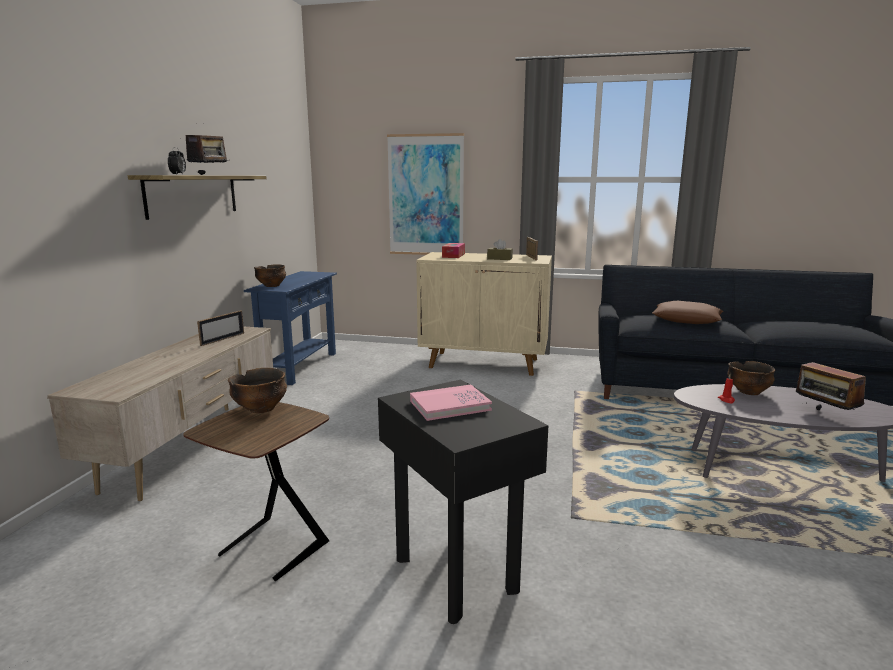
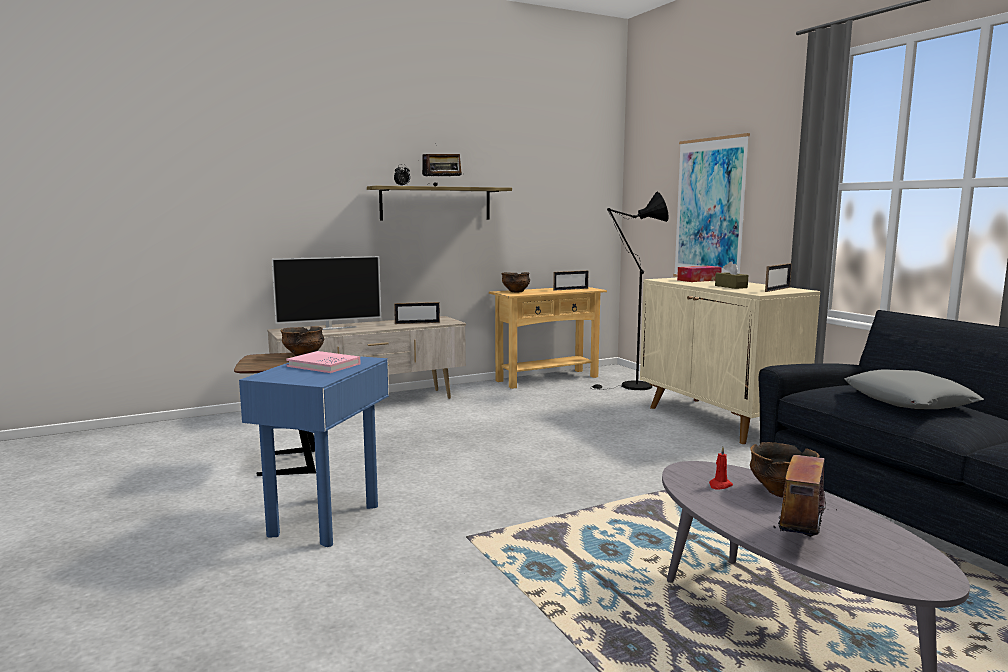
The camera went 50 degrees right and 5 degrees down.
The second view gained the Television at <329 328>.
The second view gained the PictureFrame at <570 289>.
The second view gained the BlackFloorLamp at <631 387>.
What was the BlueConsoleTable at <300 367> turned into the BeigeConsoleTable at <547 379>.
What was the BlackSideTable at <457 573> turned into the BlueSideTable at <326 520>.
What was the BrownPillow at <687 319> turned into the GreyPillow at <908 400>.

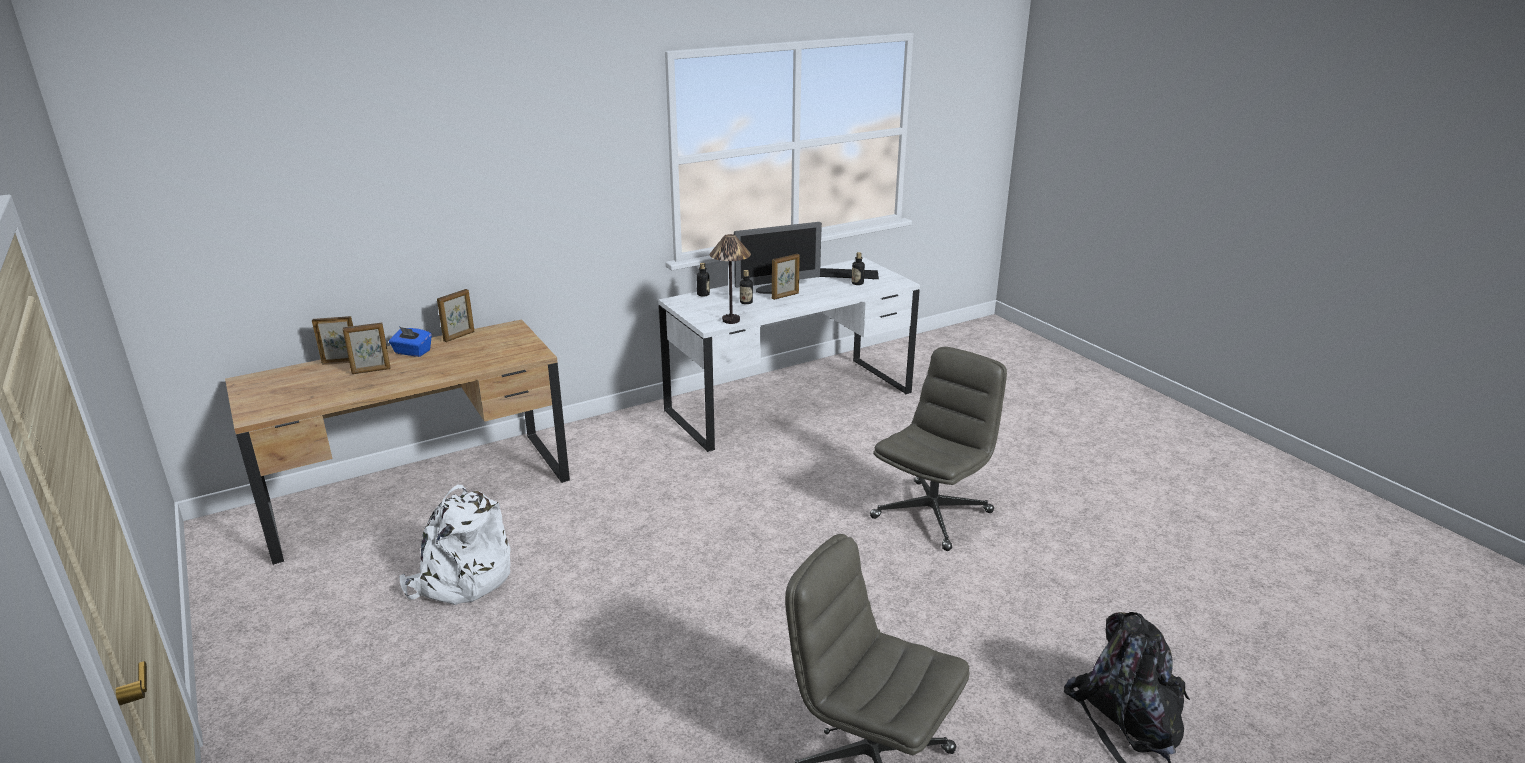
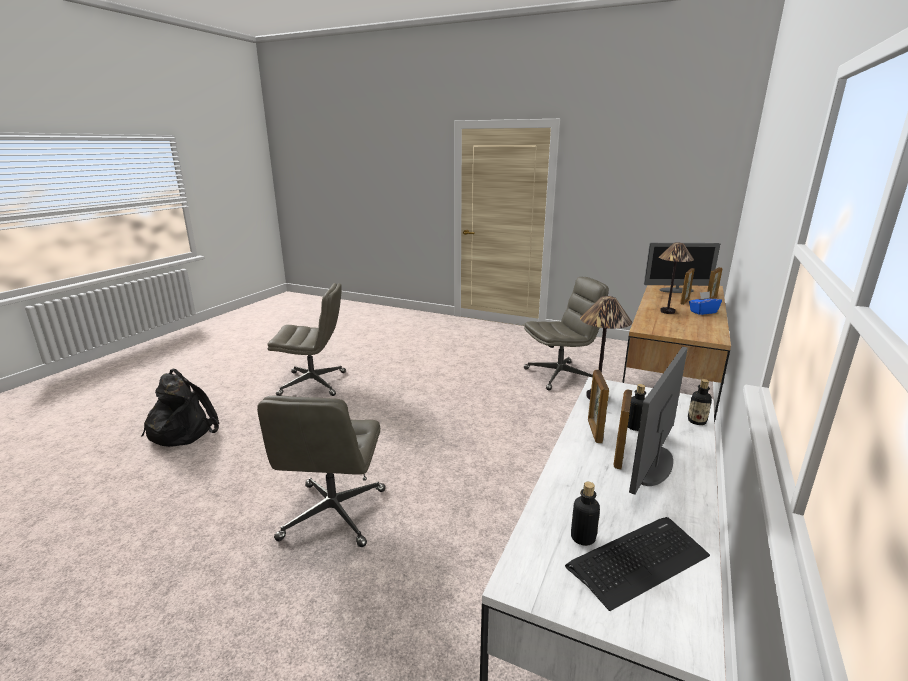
The camera went 145 degrees right and 5 degrees down.
The second view gained the Monitor at <676 290>.
The second view gained the TableLamp at <667 311>.
The PictureFrame ended up elsewhere, having gone from <459 336> to <594 431>.
Where the WhiteBackpack stood at <461 579>, the GreyOfficeChair came to stand at <560 375>.

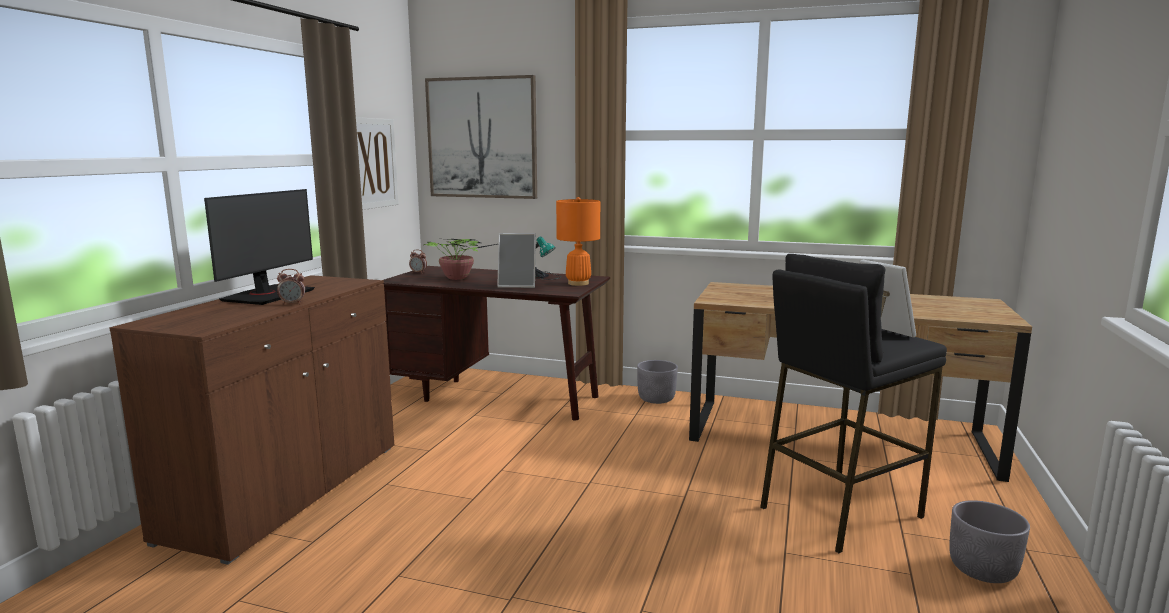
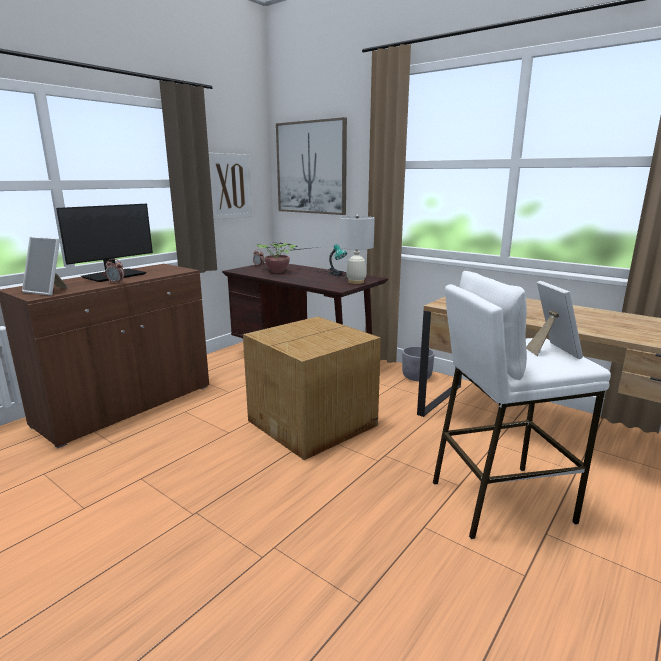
The camera went 20 degrees right and 5 degrees up.
The second view lost the GreyPlanter at <983 570>.
The second view gained the CardboardBox at <314 423>.
The PictureFrame ended up elsewhere, having gone from <518 285> to <48 291>.
What was the OrangeTableLamp at <578 283> turned into the WhiteTableLamp at <356 282>.
What was the BlackStool at <838 511> turned into the WhiteStool at <499 500>.

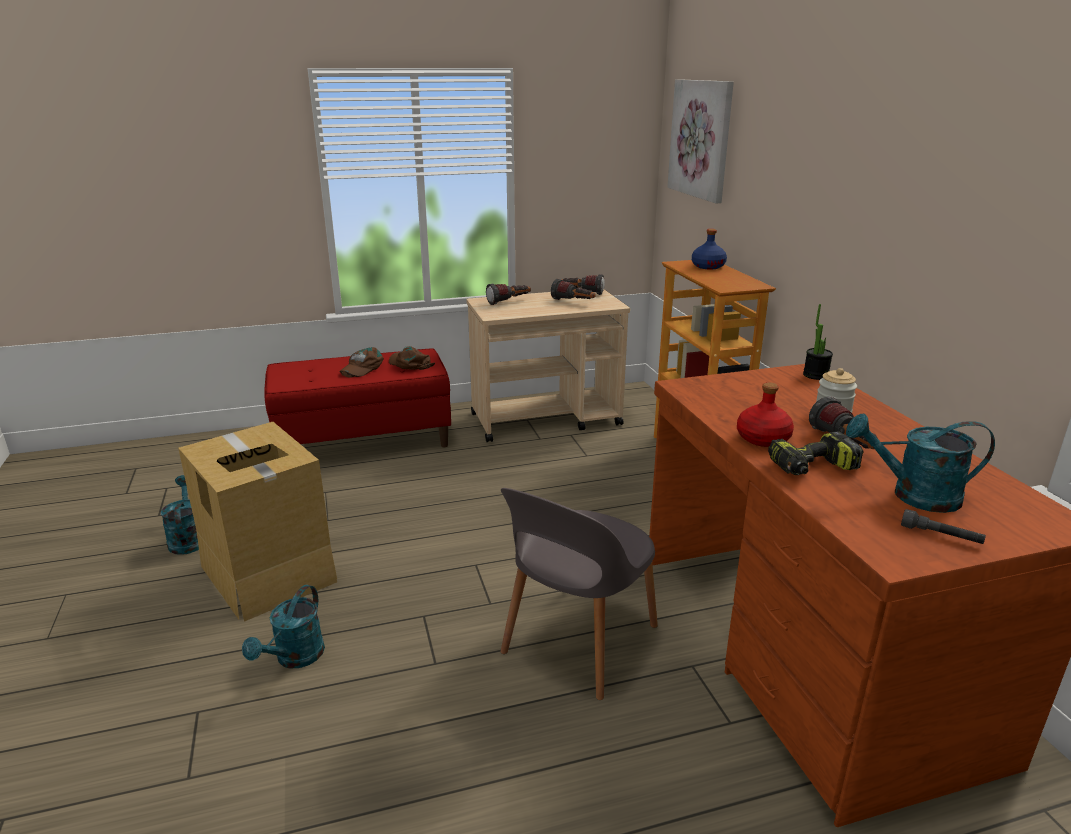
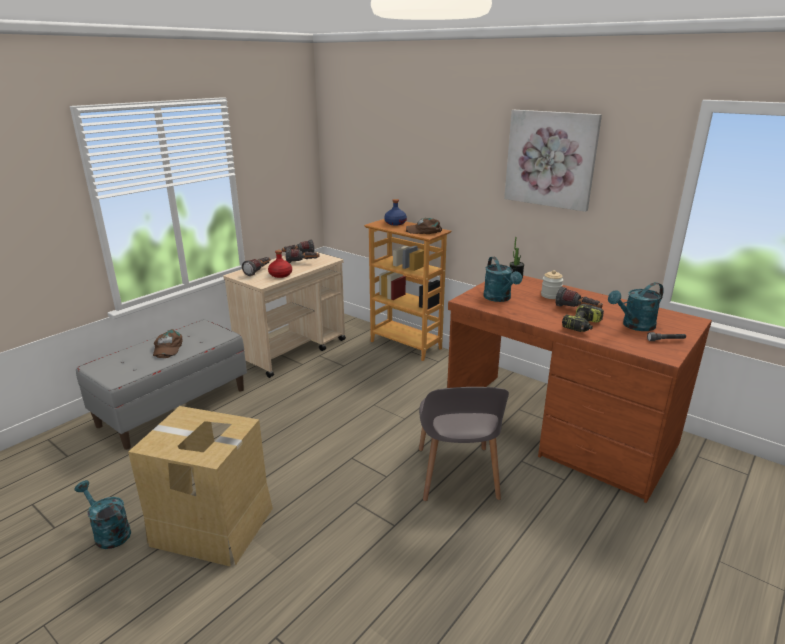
The camera went 35 degrees left and 0 degrees up.
The TurquoiseWateringCan ended up elsewhere, having gone from <295 658> to <499 298>.
The BrownCap ended up elsewhere, having gone from <410 363> to <424 231>.
The Picture ended up elsewhere, having gone from <701 139> to <551 159>.
The RedBottle ended up elsewhere, having gone from <763 438> to <280 275>.
What was the RedBench at <364 441> turned into the GreyBench at <173 407>.

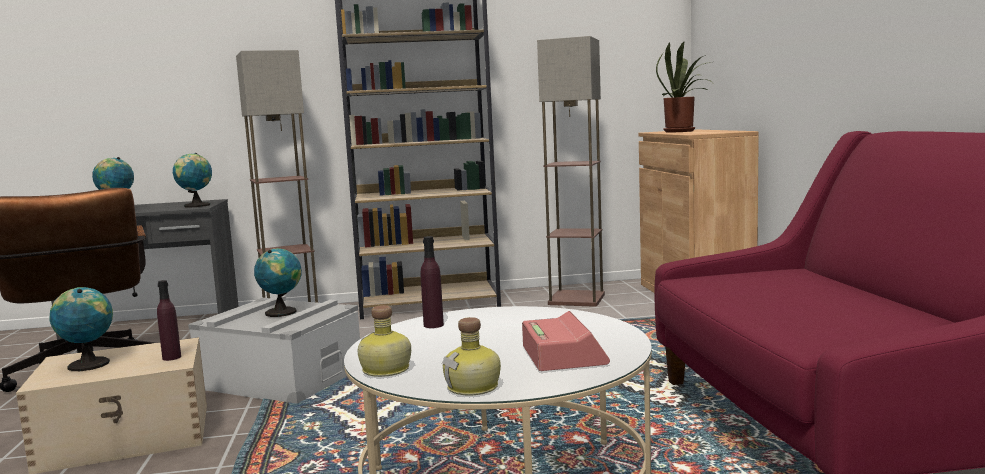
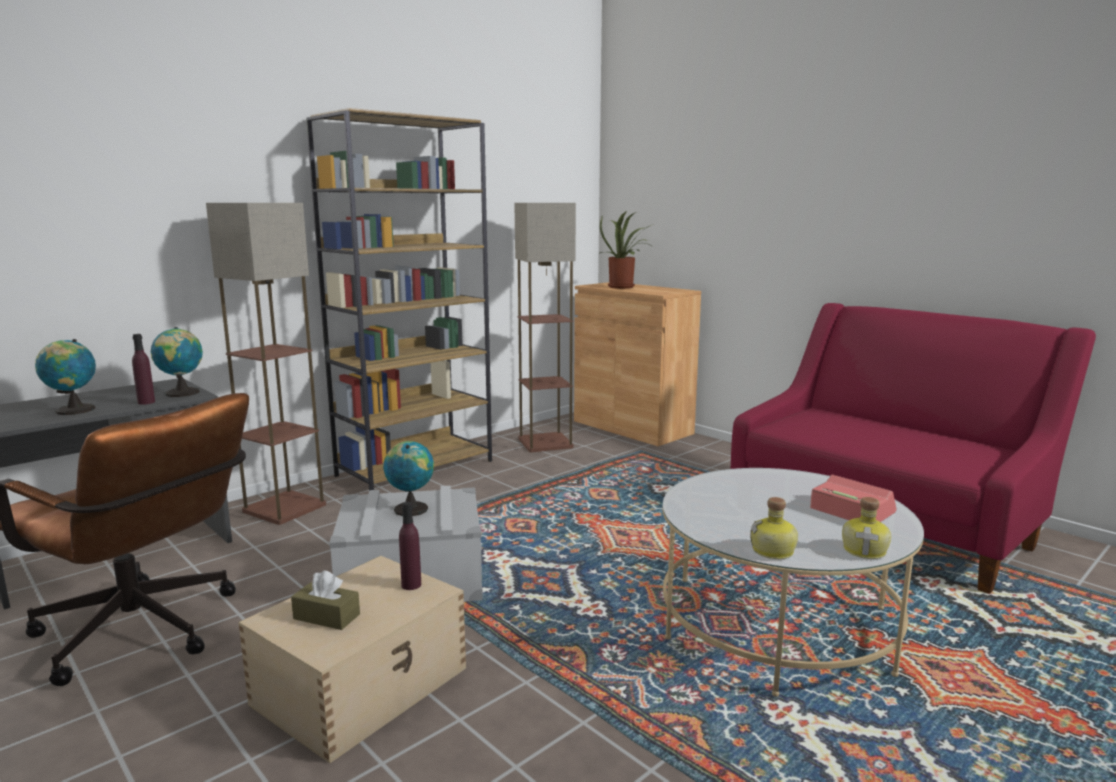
The camera went 35 degrees left and 5 degrees up.
The PurpleBottle ended up elsewhere, having gone from <433 325> to <146 402>.
Where the Globe stood at <88 364>, the BrownTissueBox came to stand at <326 616>.

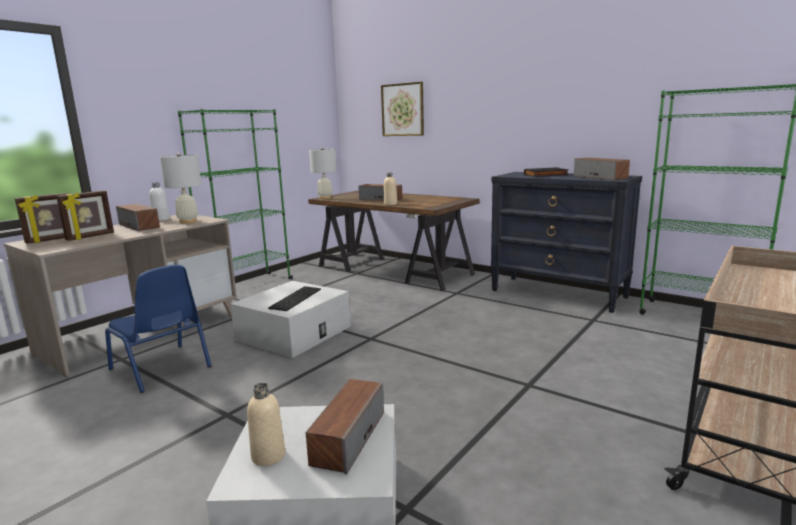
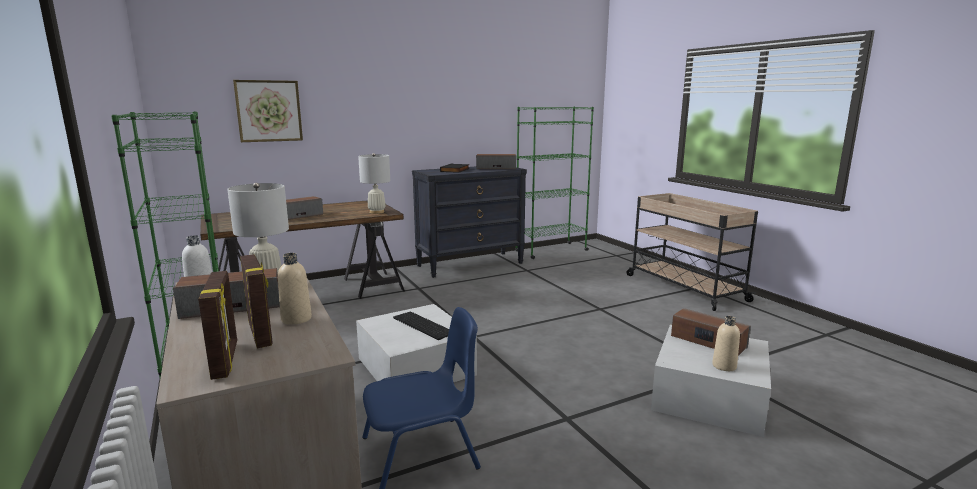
The camera went 65 degrees left and 0 degrees up.
The WhiteTableLamp ended up elsewhere, having gone from <325 198> to <376 212>.
The BeigeBottle ended up elsewhere, having gone from <390 204> to <296 319>.

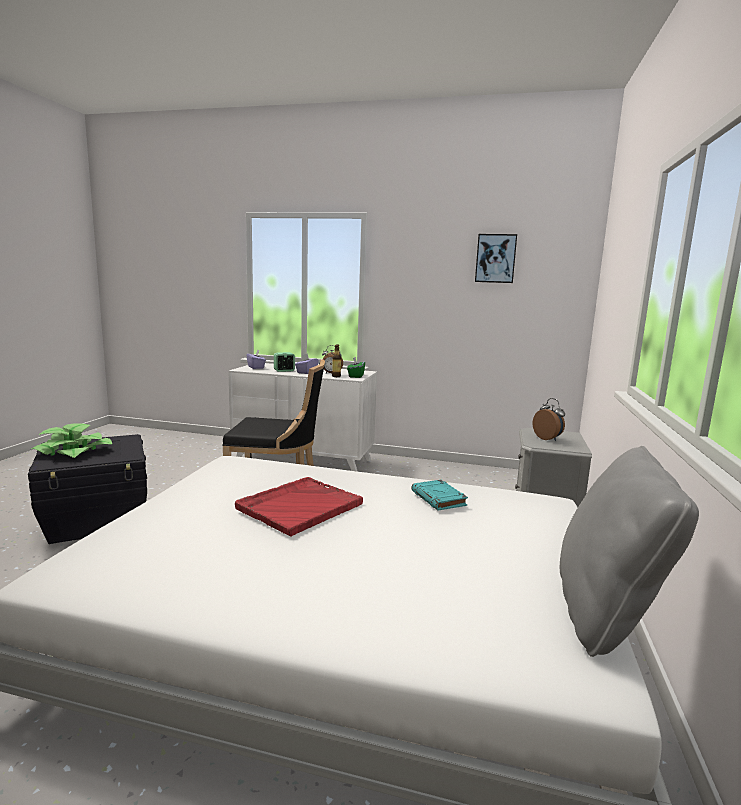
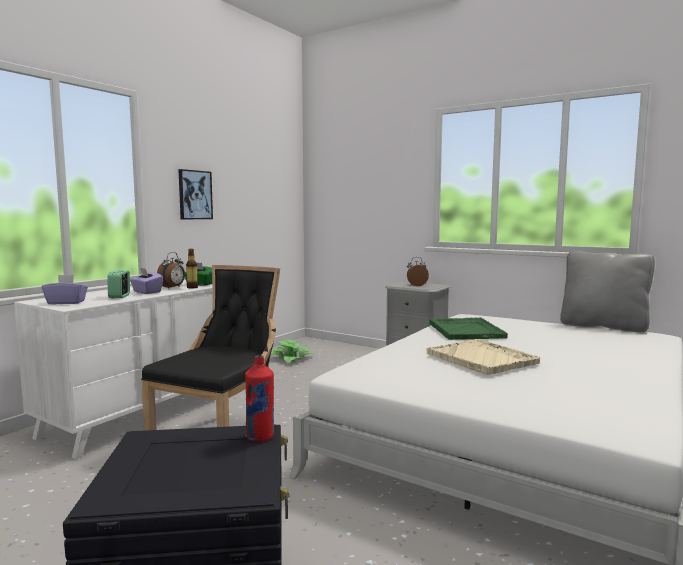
The camera went 70 degrees left and 5 degrees down.
The second view gained the RedBottle at <260 436>.
The PottedPlant ended up elsewhere, having gone from <73 452> to <291 358>.
The Picture ended up elsewhere, having gone from <495 258> to <195 195>.
Where the TurquoiseBook stood at <439 499>, the GreenTray came to stand at <465 330>.
What was the RedTray at <299 506> turned into the BeigeTray at <481 358>.

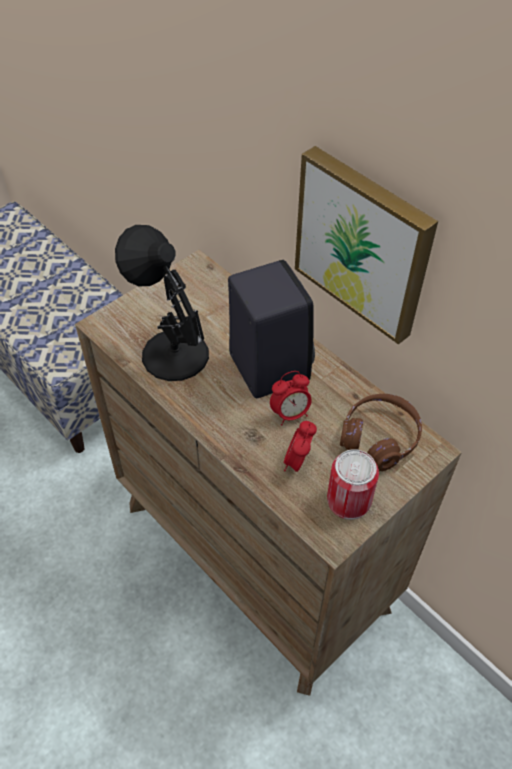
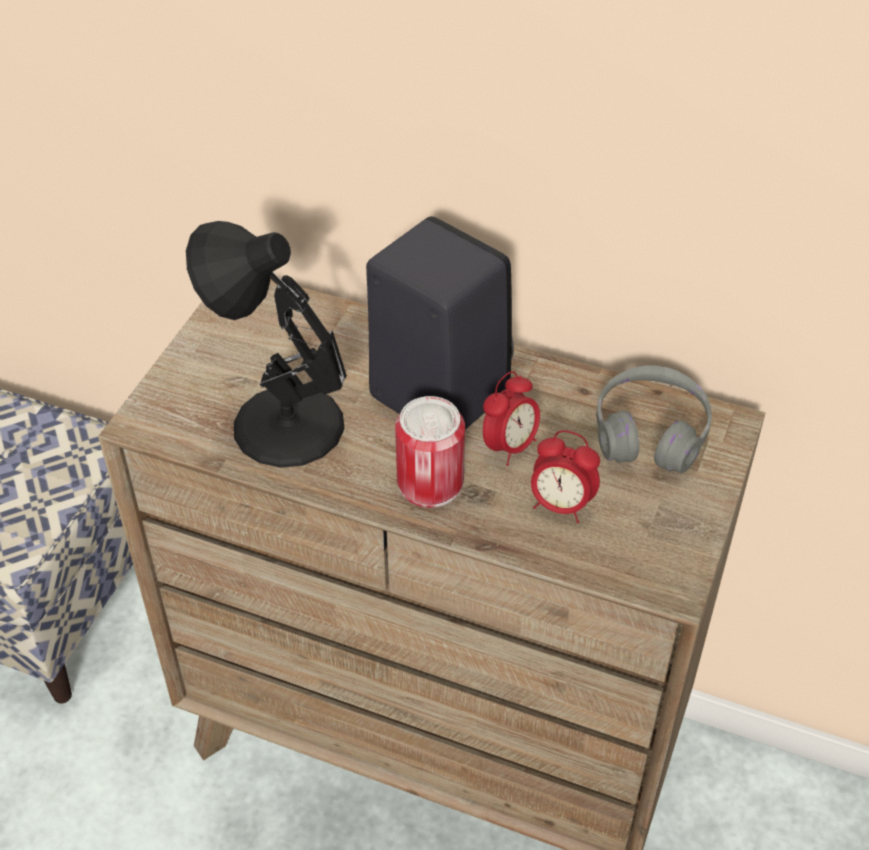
The camera went 25 degrees left and 5 degrees down.
The second view lost the Picture at <364 243>.
The Can ended up elsewhere, having gone from <349 500> to <430 483>.
What was the BrownHeadphones at <379 437> turned into the GreyHeadphones at <650 433>.
The AlarmClock at <298 462> ended up facing another way, 60 degrees counterclockwise from before.

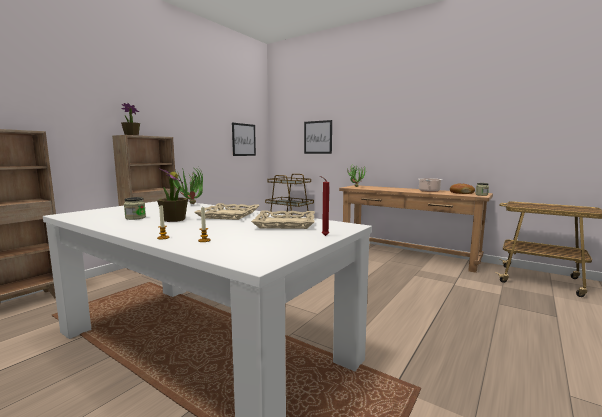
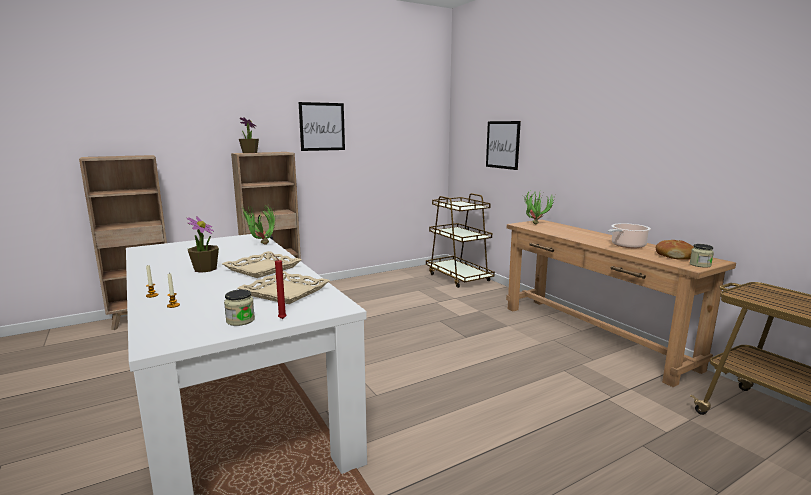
The camera went 25 degrees right and 5 degrees up.
The Jar ended up elsewhere, having gone from <135 218> to <240 320>.
The Picture ended up elsewhere, having gone from <243 139> to <322 126>.

